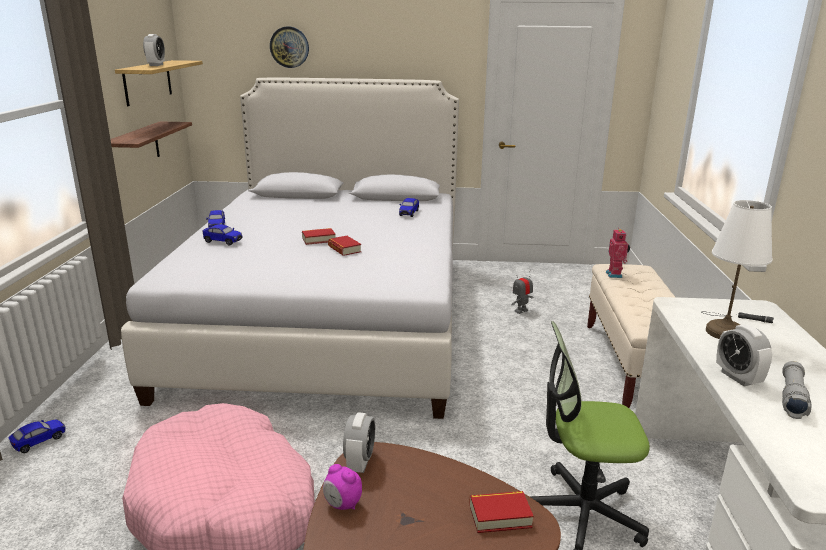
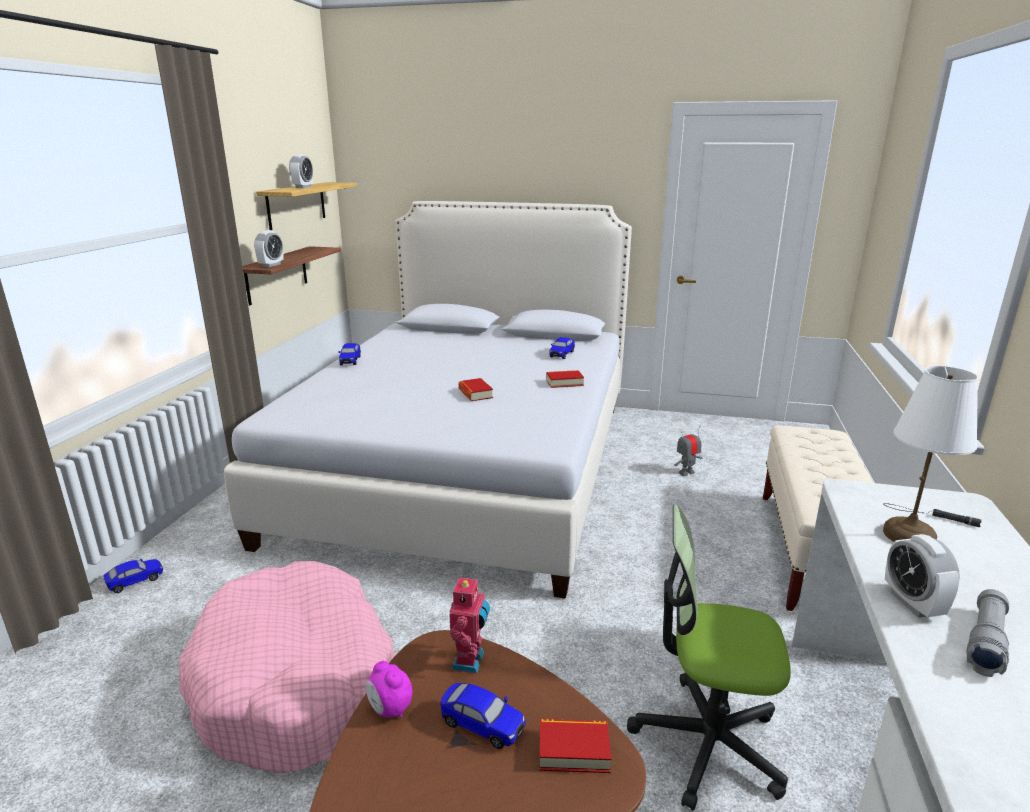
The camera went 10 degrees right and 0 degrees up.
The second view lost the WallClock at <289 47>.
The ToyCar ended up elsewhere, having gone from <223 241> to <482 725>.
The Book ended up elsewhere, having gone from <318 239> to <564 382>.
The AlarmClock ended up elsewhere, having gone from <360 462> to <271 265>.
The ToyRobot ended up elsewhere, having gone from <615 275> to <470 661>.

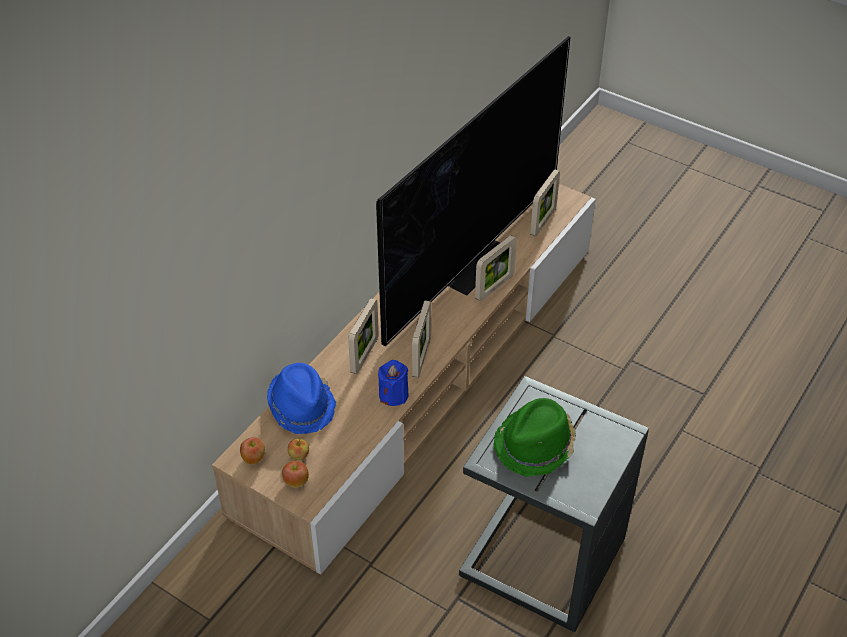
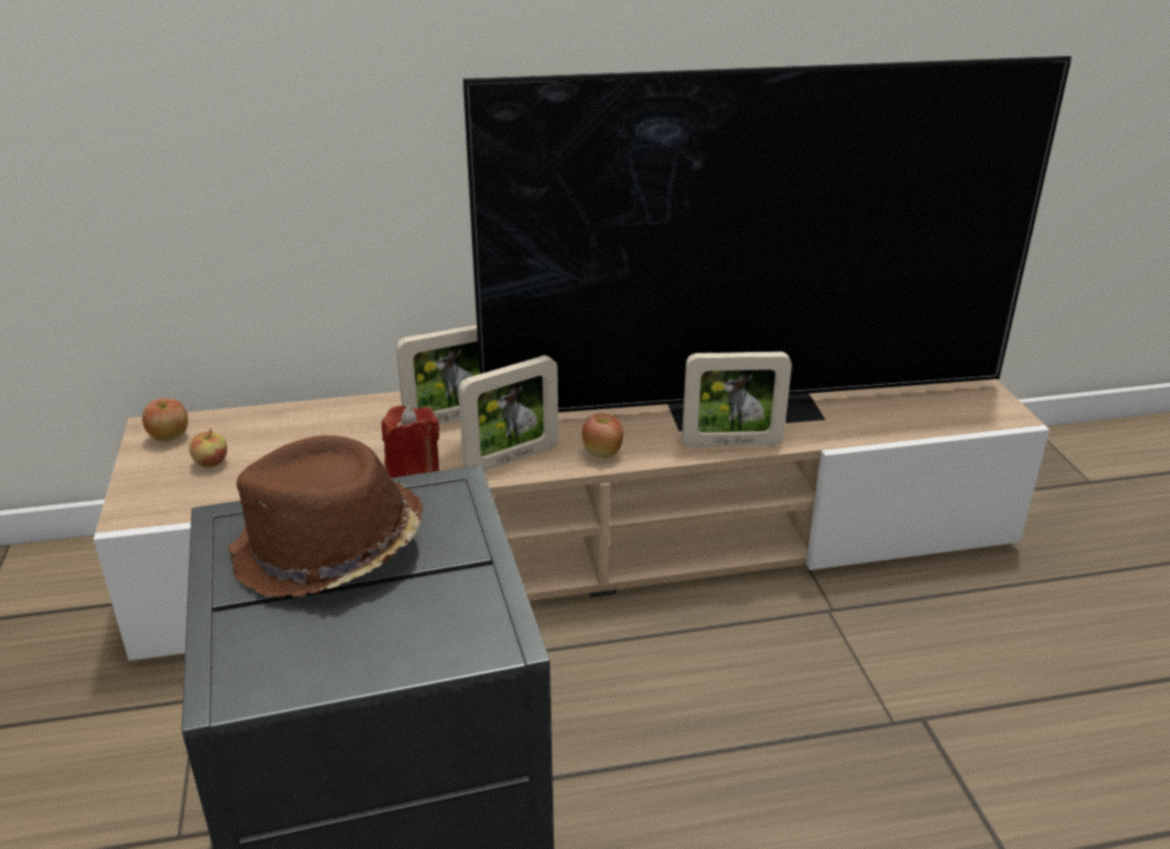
The camera went 45 degrees right and 15 degrees down.
The second view lost the BlueHat at <302 406>.
The second view lost the PictureFrame at <543 222>.
The Apple ended up elsewhere, having gone from <296 482> to <602 453>.
What was the BlueCandle at <393 395> turned into the RedCandle at <413 473>.
What was the GreenHat at <535 445> turned into the BrownHat at <328 551>.

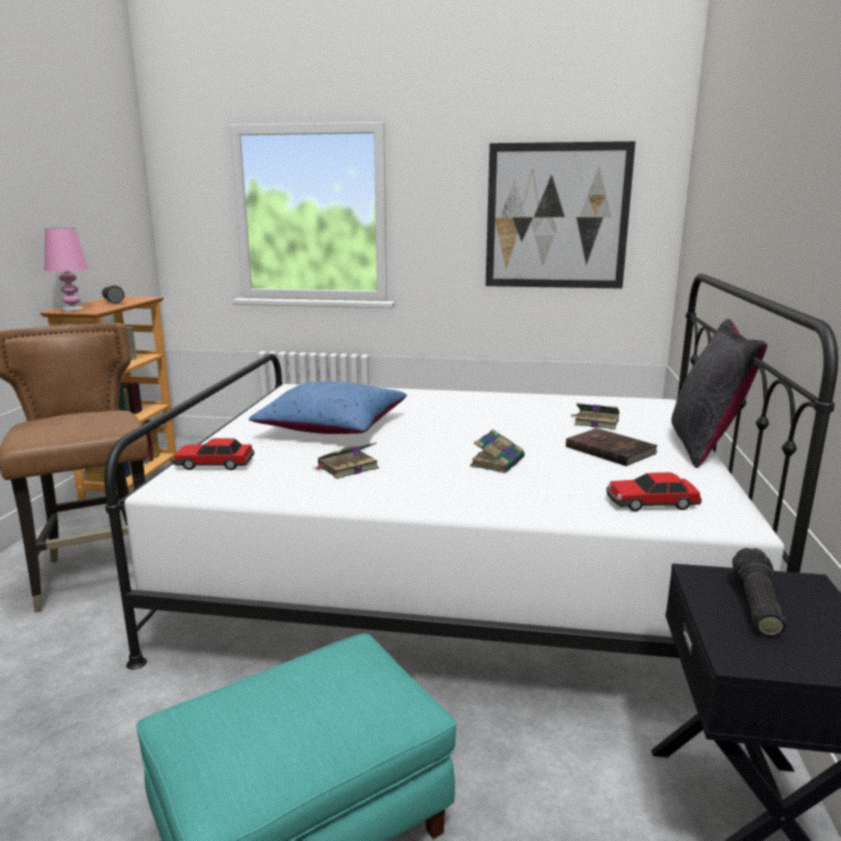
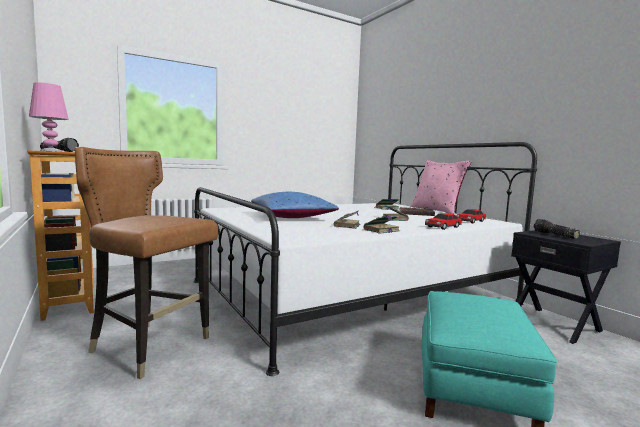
The camera went 40 degrees left and 10 degrees down.
The second view lost the Picture at <557 217>.
The second view gained the Book at <380 230>.
The ToyCar ended up elsewhere, having gone from <214 464> to <442 227>.
What was the BlackPillow at <705 445> turned into the PinkPillow at <436 210>.

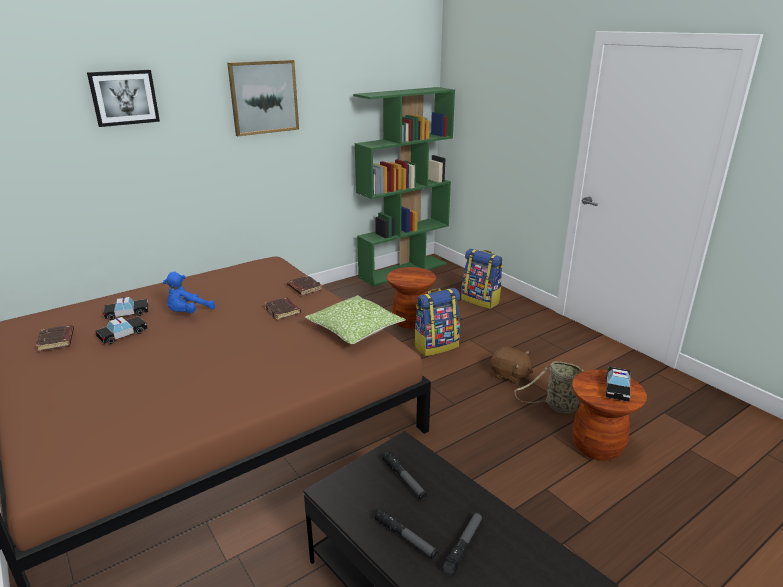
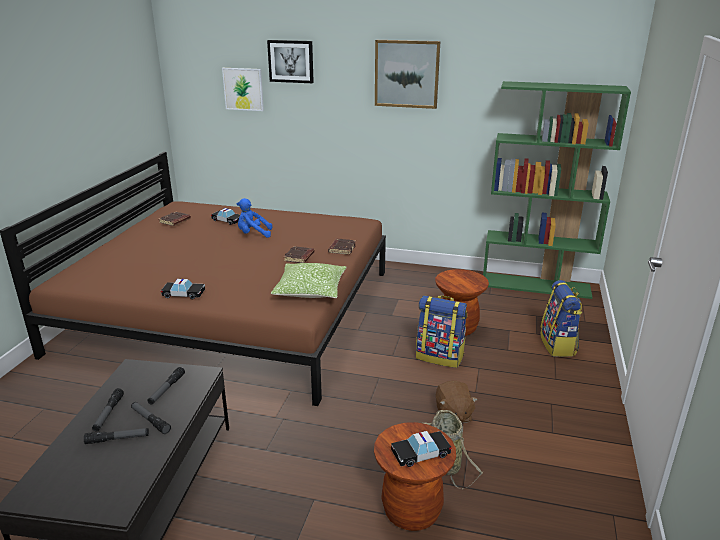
The camera went 50 degrees right and 0 degrees up.
The second view gained the Flashlight at <150 420>.
The second view gained the Picture at <243 89>.
The ToyCar ended up elsewhere, having gone from <123 334> to <183 294>.

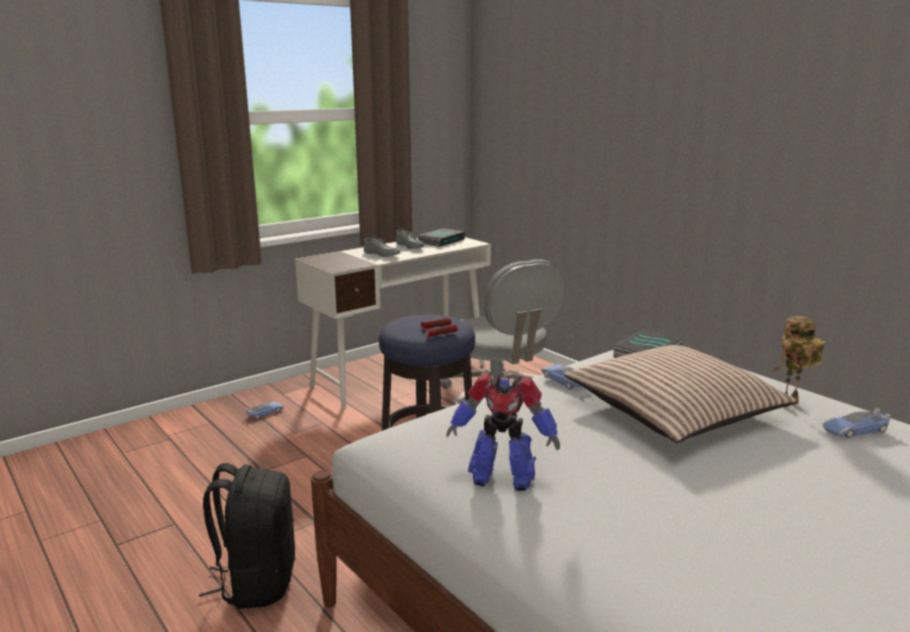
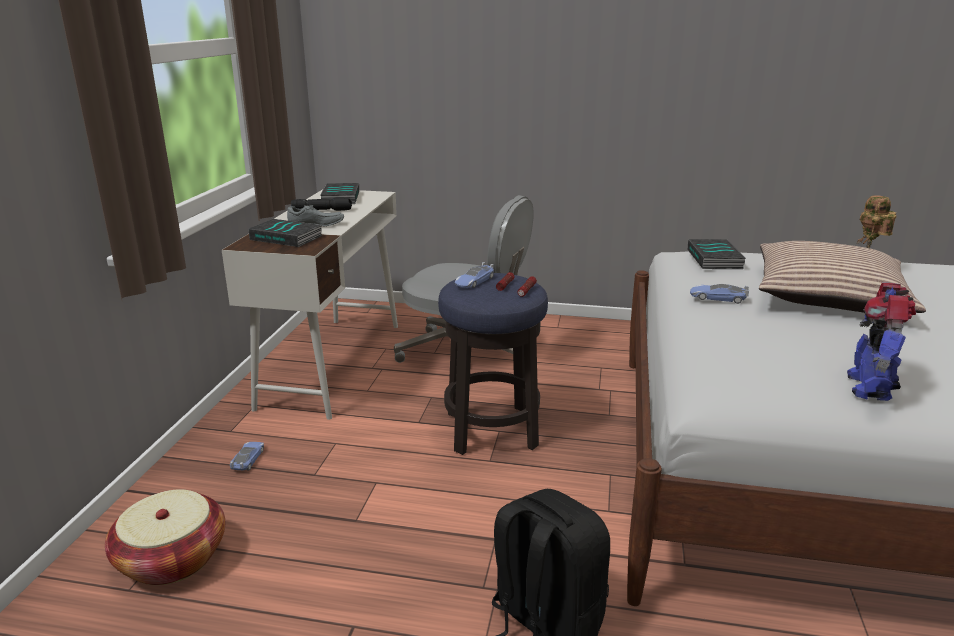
The camera went 40 degrees left and 5 degrees up.
The second view gained the Basket at <172 559>.
The second view gained the Book at <287 237>.
The ToyCar ended up elsewhere, having gone from <854 430> to <474 281>.
Where the GreyShoe stood at <408 247>, the BlackFlashlight came to stand at <322 210>.
The ToyRobot at <501 478> ended up facing another way, 135 degrees clockwise from before.

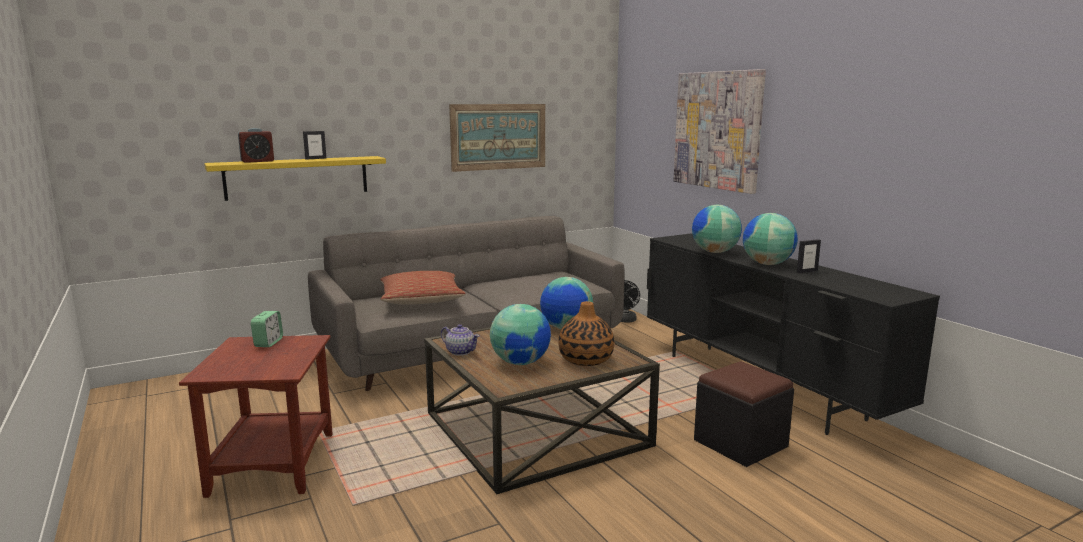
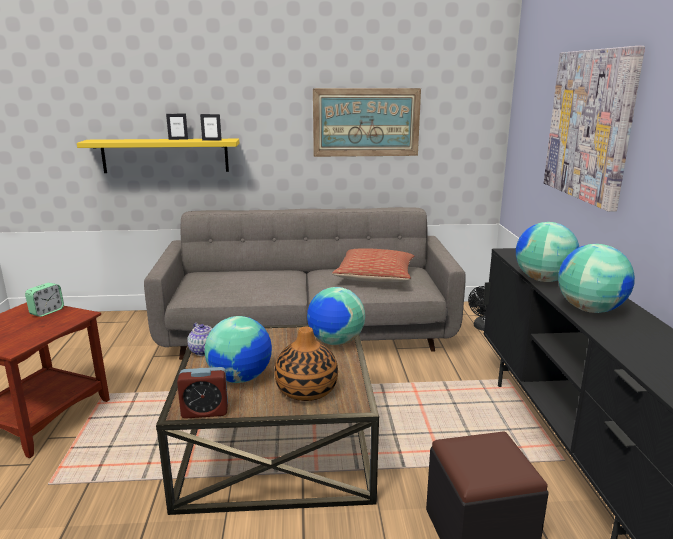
The camera went 25 degrees right and 5 degrees up.
The AlarmClock ended up elsewhere, having gone from <257 161> to <205 411>.
The Pillow ended up elsewhere, having gone from <421 300> to <375 277>.
The PictureFrame ended up elsewhere, having gone from <807 271> to <211 140>.

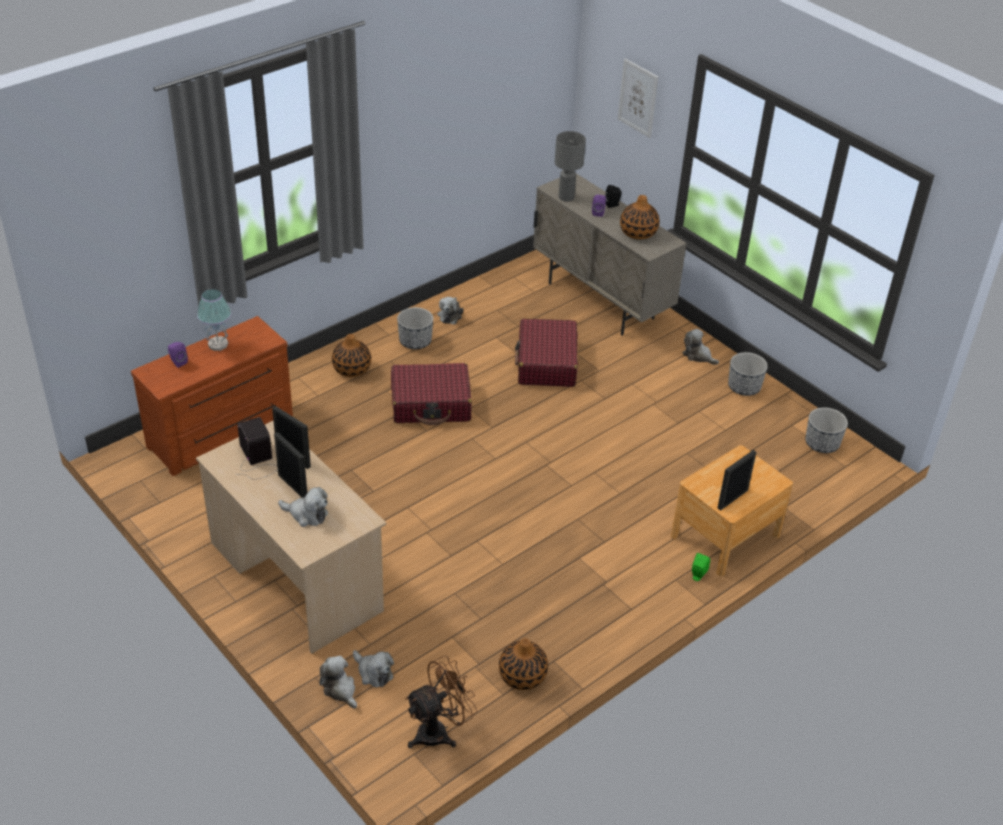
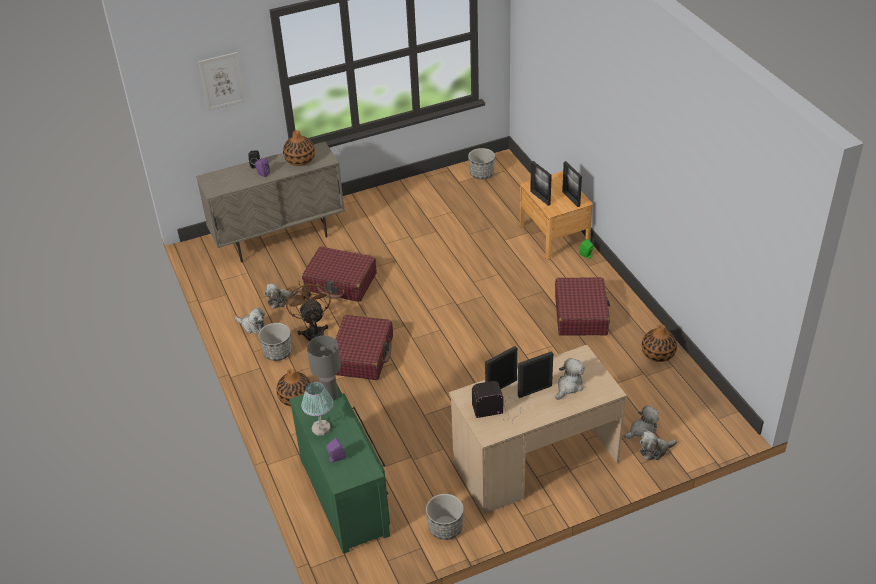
The camera went 70 degrees left and 0 degrees up.
The second view gained the PictureFrame at <540 198>.
The second view gained the RedSuitcase at <581 314>.
The BrownFan ended up elsewhere, having gone from <439 731> to <313 332>.
The GreyTableLamp ended up elsewhere, having gone from <565 197> to <329 396>.
The PlushToy ended up elsewhere, having gone from <698 356> to <280 300>.
The Planter ended up elsewhere, having gone from <744 387> to <445 528>.
What was the BrownDresser at <222 434> turned into the GreenDresser at <347 495>.

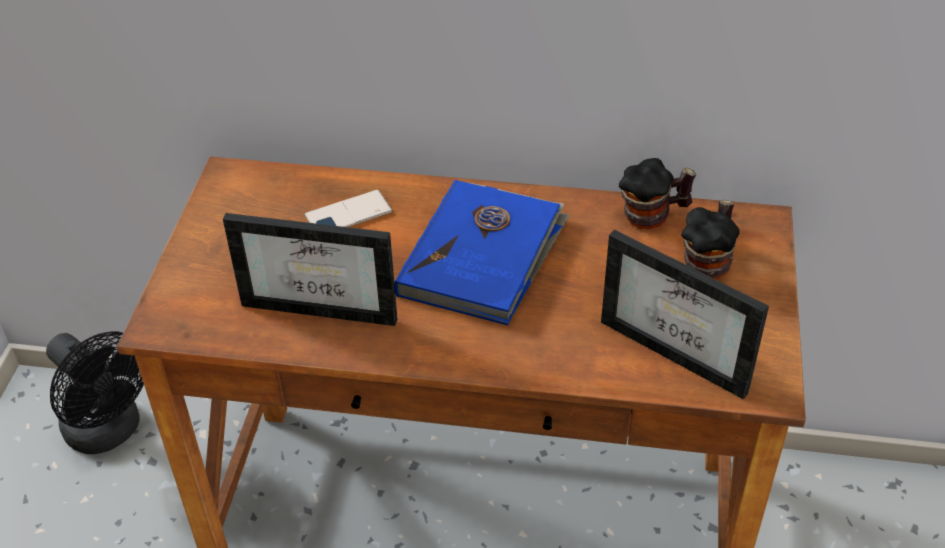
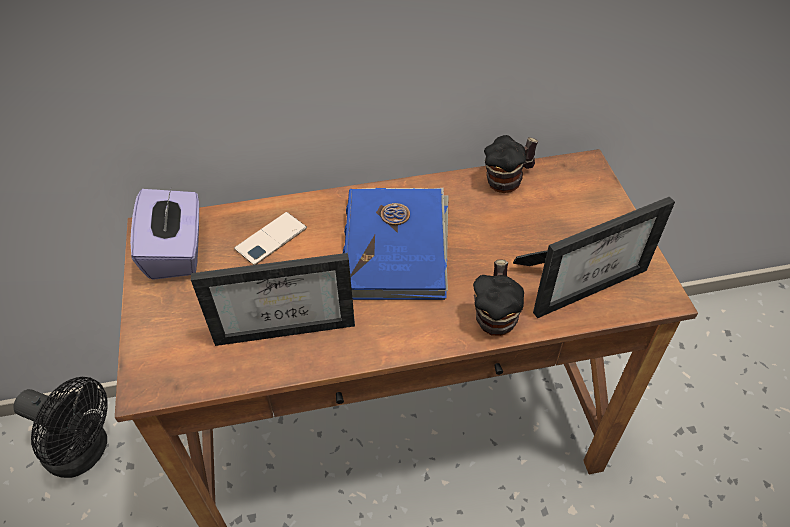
The camera went 20 degrees left and 5 degrees up.
The second view gained the PurpleTissueBox at <177 251>.
The Mug ended up elsewhere, having gone from <709 262> to <496 315>.
The PictureFrame at <684 348> ended up facing another way, 45 degrees counterclockwise from before.

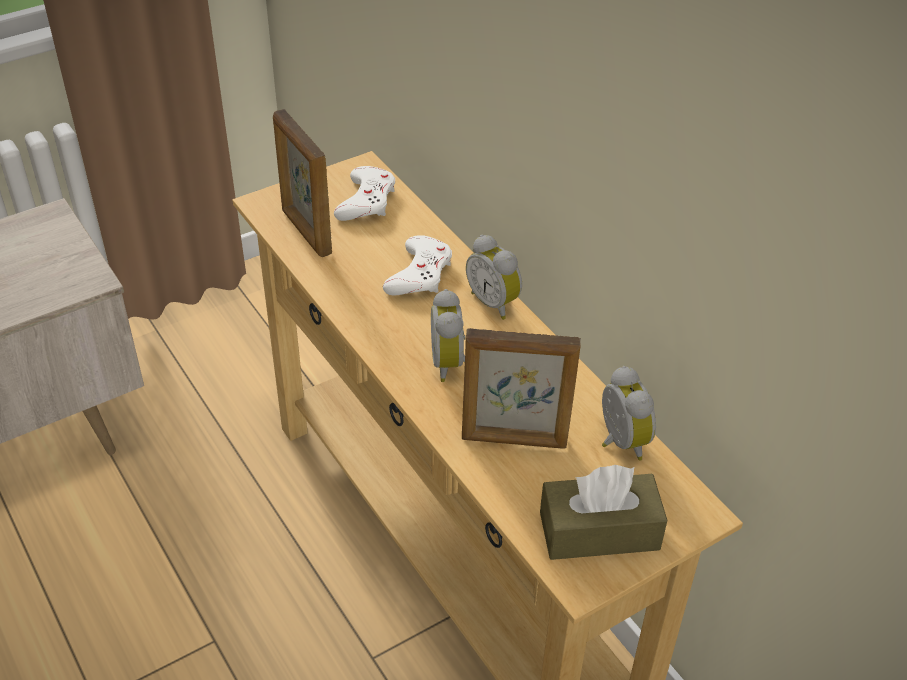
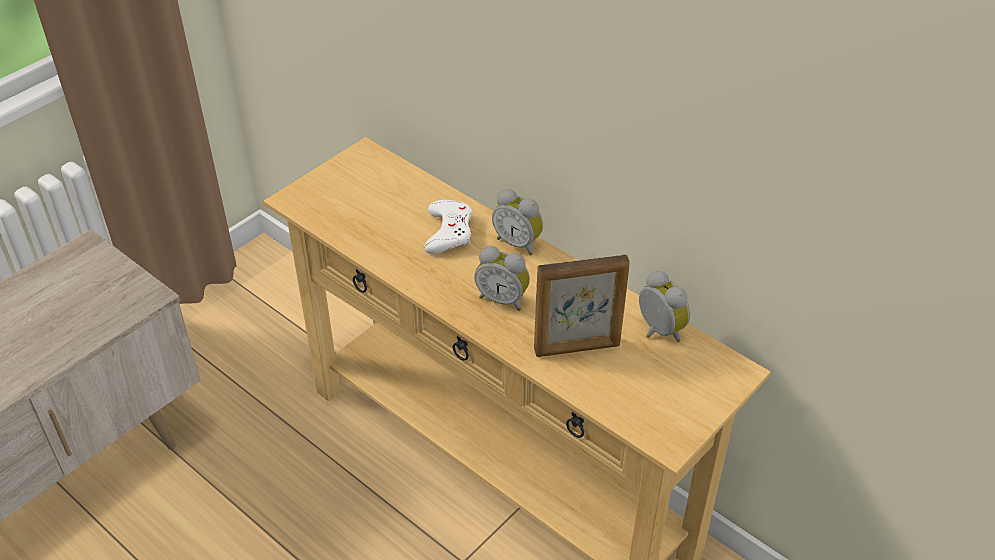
The camera went 15 degrees left and 0 degrees up.
The second view lost the PictureFrame at <306 232>.
The second view lost the WhiteGameController at <366 200>.
The second view lost the BrownTissueBox at <599 531>.
The AlarmClock at <450 363> ended up facing another way, 45 degrees counterclockwise from before.

